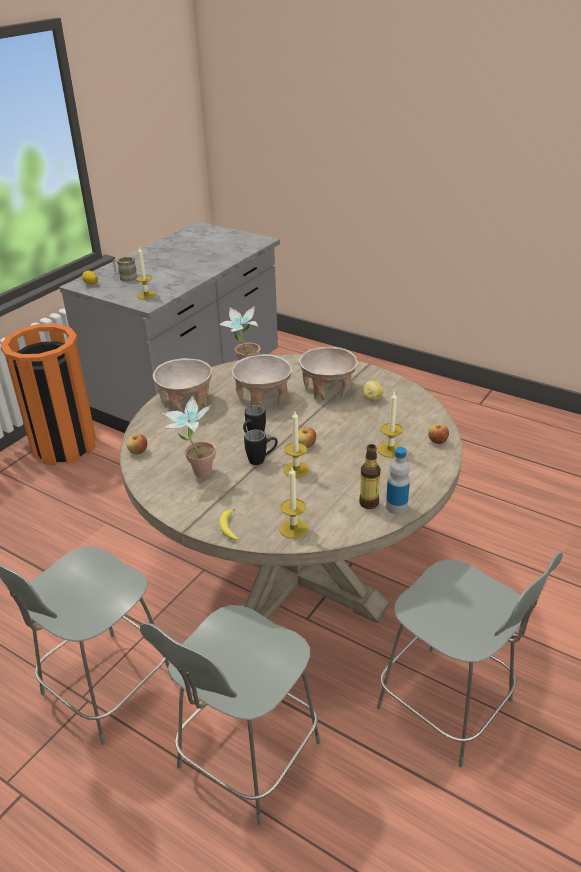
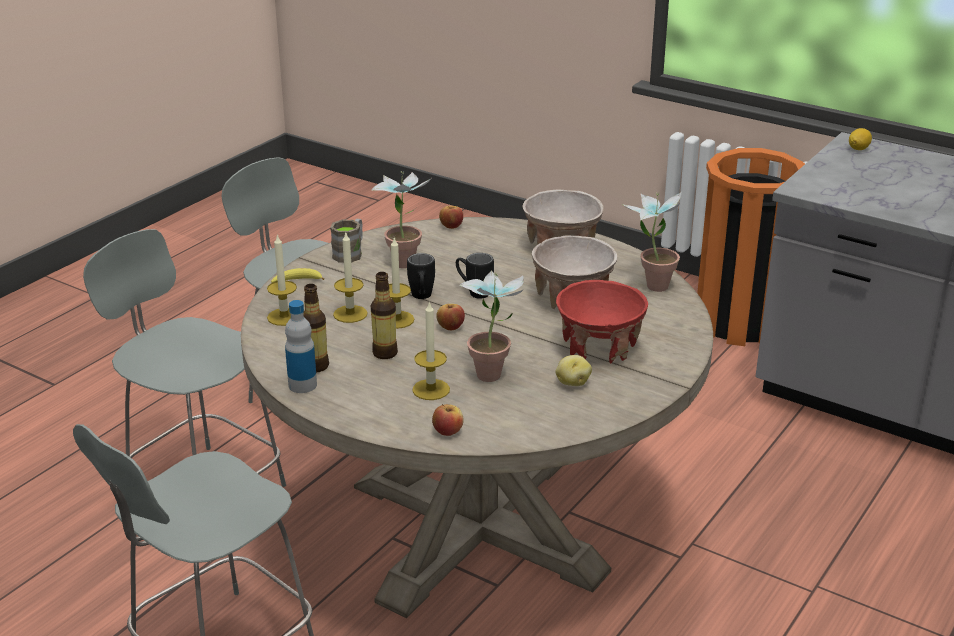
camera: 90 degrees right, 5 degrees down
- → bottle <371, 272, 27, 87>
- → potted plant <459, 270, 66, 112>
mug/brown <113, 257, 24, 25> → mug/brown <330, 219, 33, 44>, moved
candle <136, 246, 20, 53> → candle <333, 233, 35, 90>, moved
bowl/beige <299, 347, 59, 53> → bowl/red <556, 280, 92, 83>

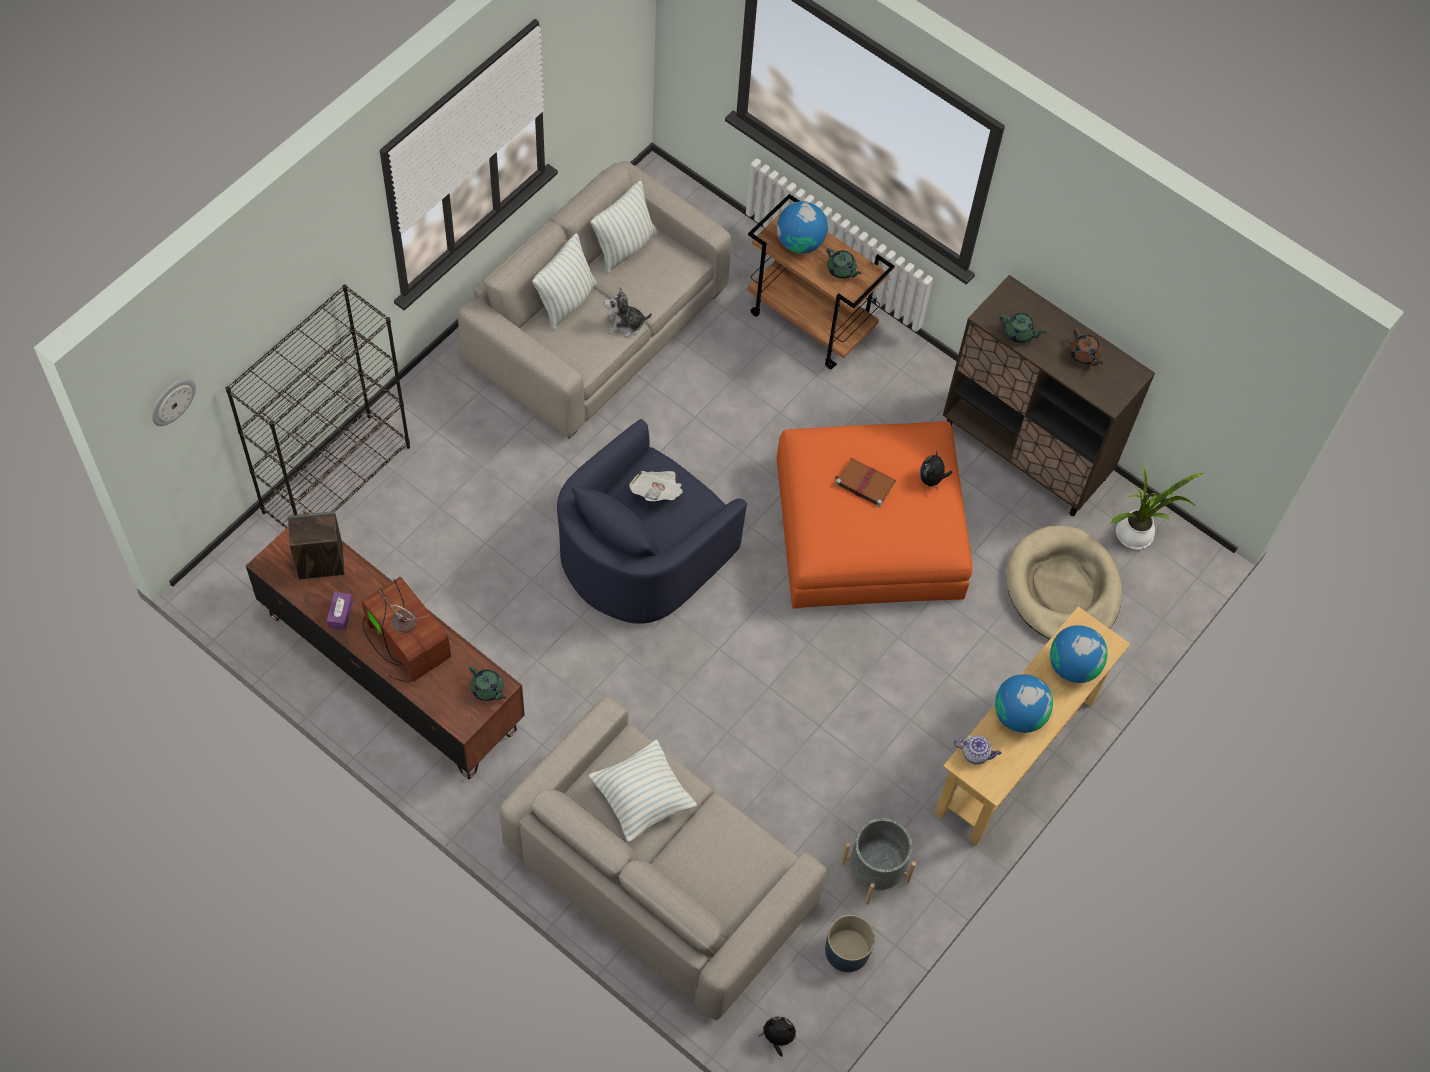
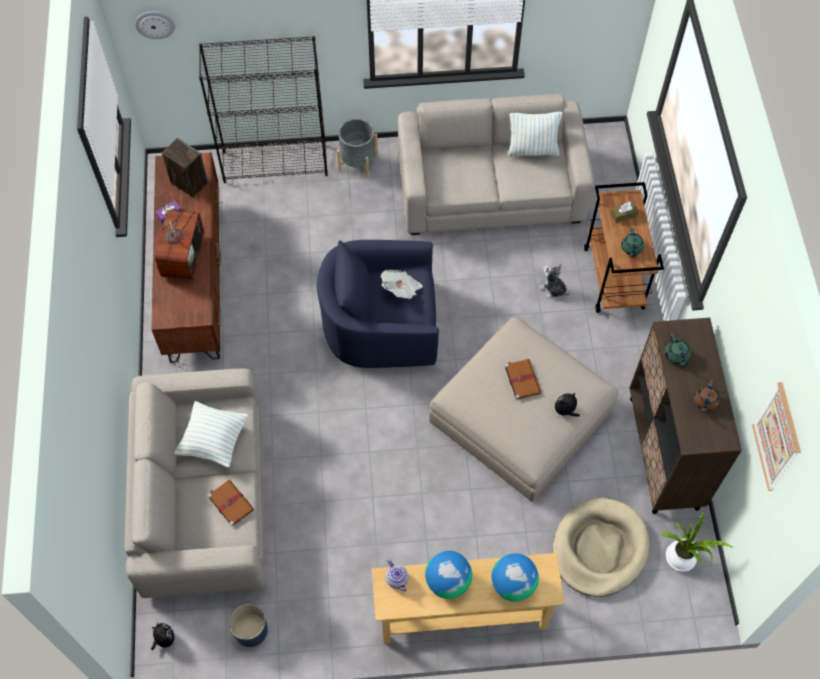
camera: 50 degrees right, 0 degrees up
teapot/green <469, 666, 37, 35> → -
pillow <532, 233, 65, 97> → -
- → book/brown <208, 480, 46, 47>
- → picture <752, 382, 49, 109>
plush toy <604, 286, 48, 51> → plush toy <538, 264, 31, 35>, moved
planter/grey <841, 818, 75, 87> → planter/grey <337, 118, 41, 60>, moved
globe <777, 201, 51, 53> → tissue box/brown <611, 201, 28, 22>
ottoman/orange <777, 421, 196, 188> → ottoman/beige <429, 317, 190, 185>

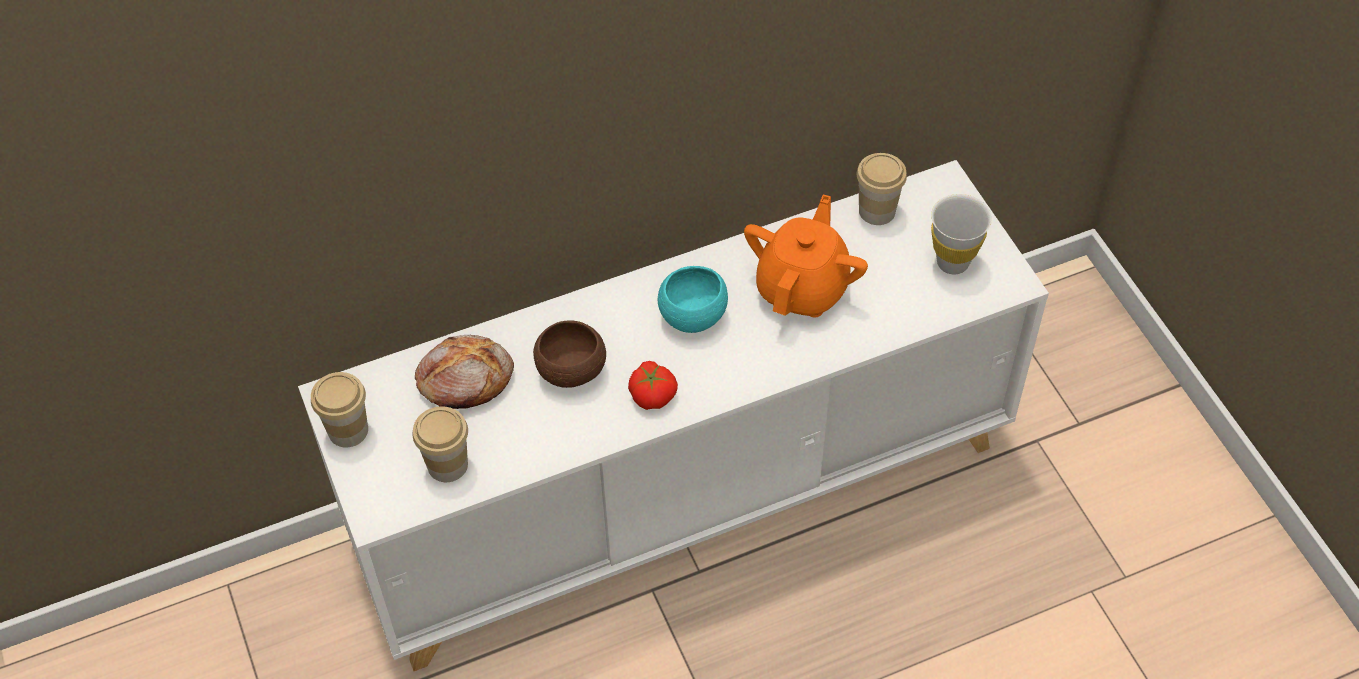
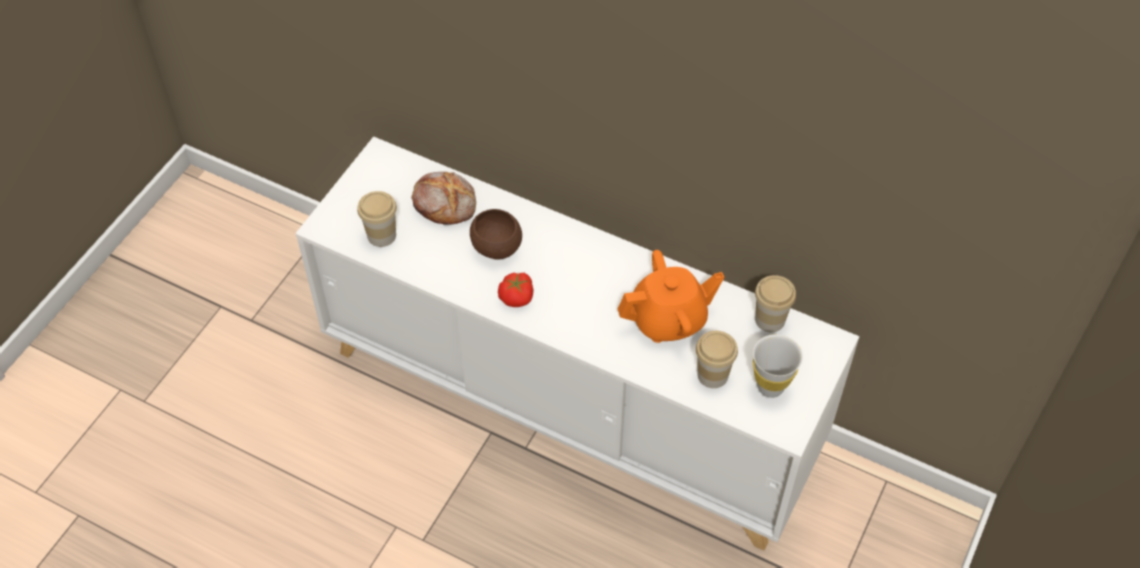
camera: 50 degrees right, 0 degrees up
bowl/turquoise <658, 266, 70, 67> → -
cup <311, 372, 57, 76> → cup <696, 331, 42, 57>, moved

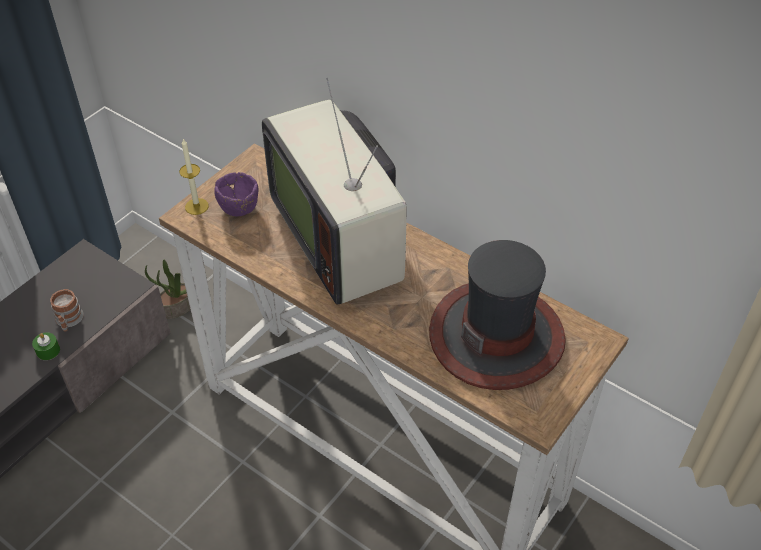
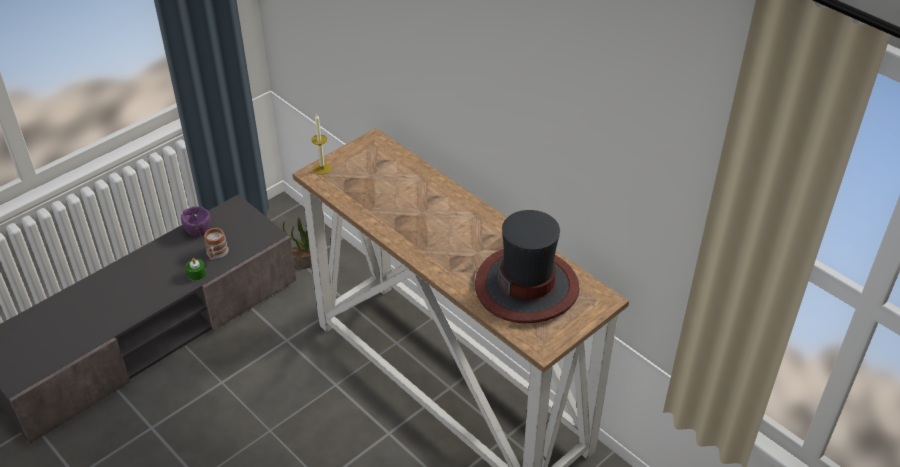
camera: 10 degrees right, 5 degrees down
television <262, 78, 145, 226> → -
bowl/purple <214, 172, 44, 44> → bowl/purple <181, 206, 29, 30>, moved

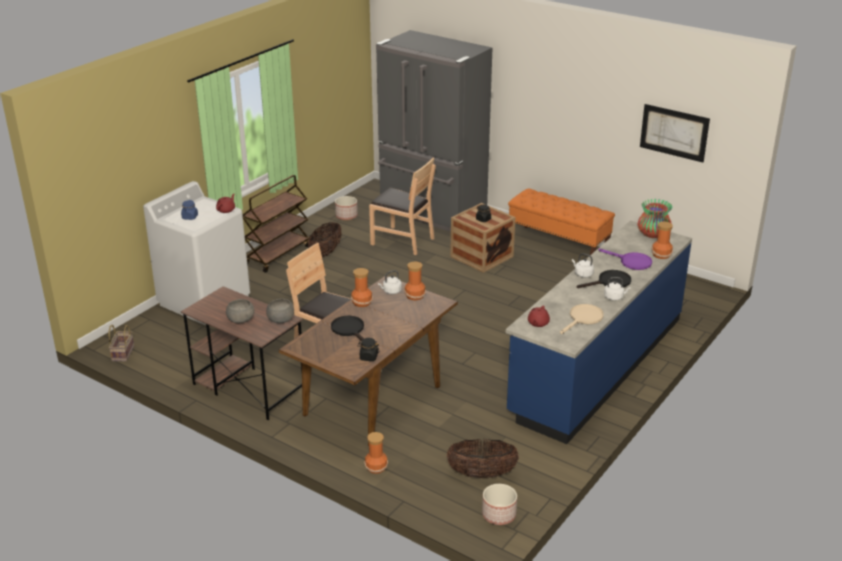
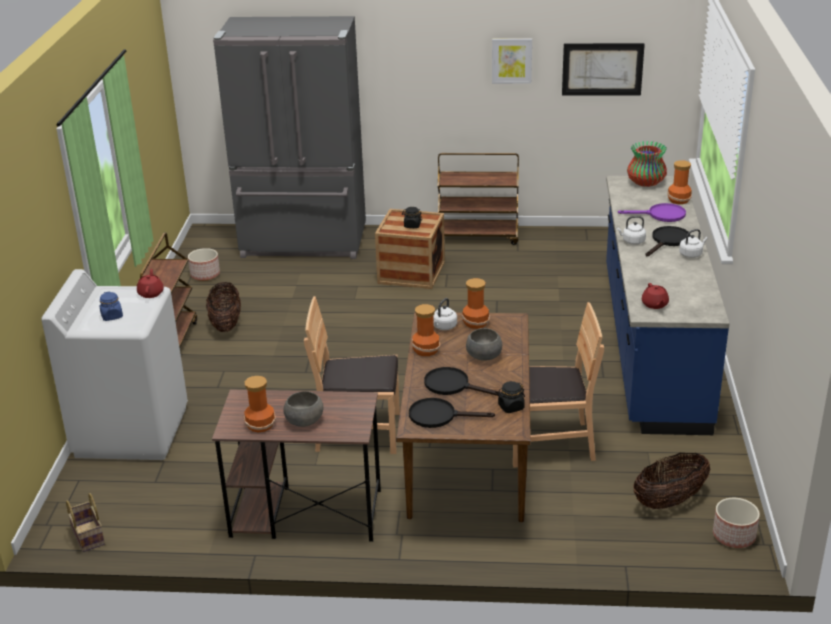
camera: 30 degrees left, 0 degrees up
frying pan/beige <560, 304, 44, 30> → -
- → frying pan/black <409, 398, 86, 30>
- → picture <492, 38, 40, 46>
bowl/grey <266, 299, 28, 24> → bowl/grey <466, 328, 36, 32>, moved
vase <364, 432, 24, 42> → vase <244, 376, 32, 56>, moved
chair/brown <369, 158, 67, 97> → chair/brown <513, 302, 91, 166>, moved
bench/orange <508, 189, 107, 66> → cart/brown <438, 153, 81, 92>

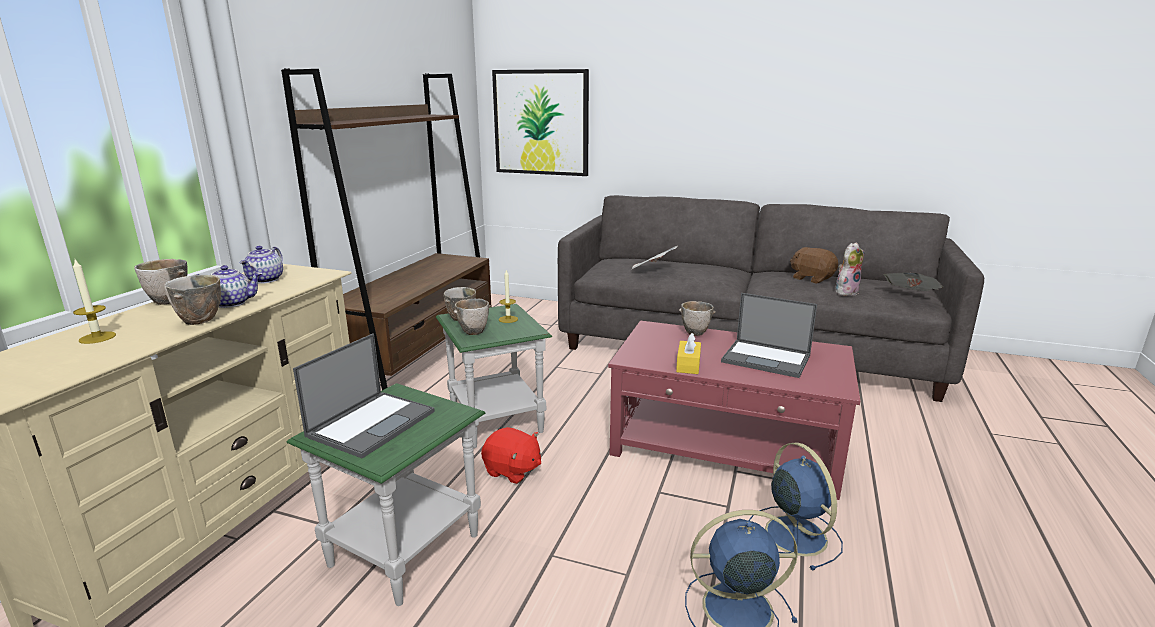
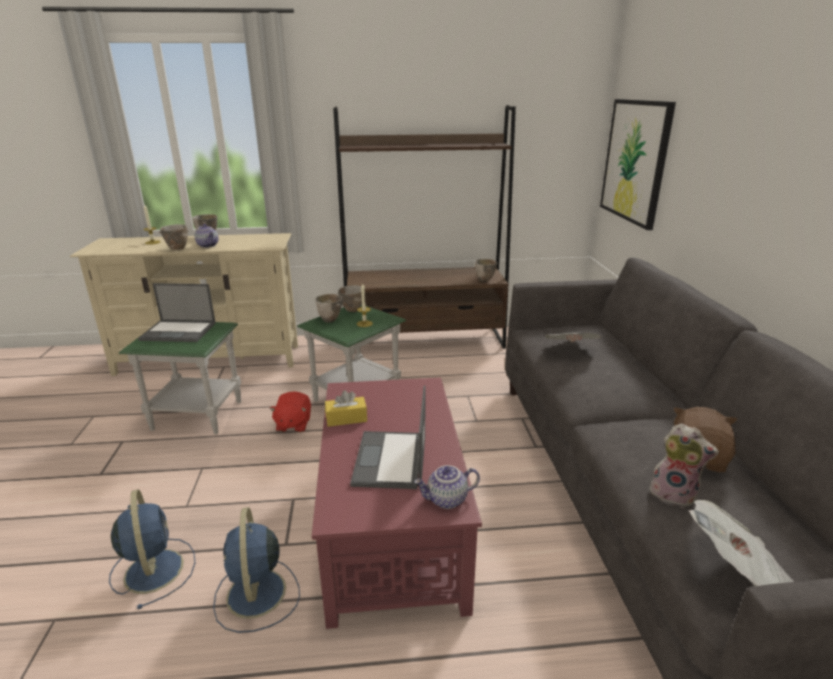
camera: 65 degrees right, 5 degrees up
teapot <239, 246, 44, 38> → teapot <414, 465, 66, 44>, moved
bowl <679, 301, 37, 35> → bowl <475, 259, 22, 23>, moved
fan/blue <748, 442, 95, 129> → fan/blue <213, 507, 87, 126>, 120 degrees clockwise

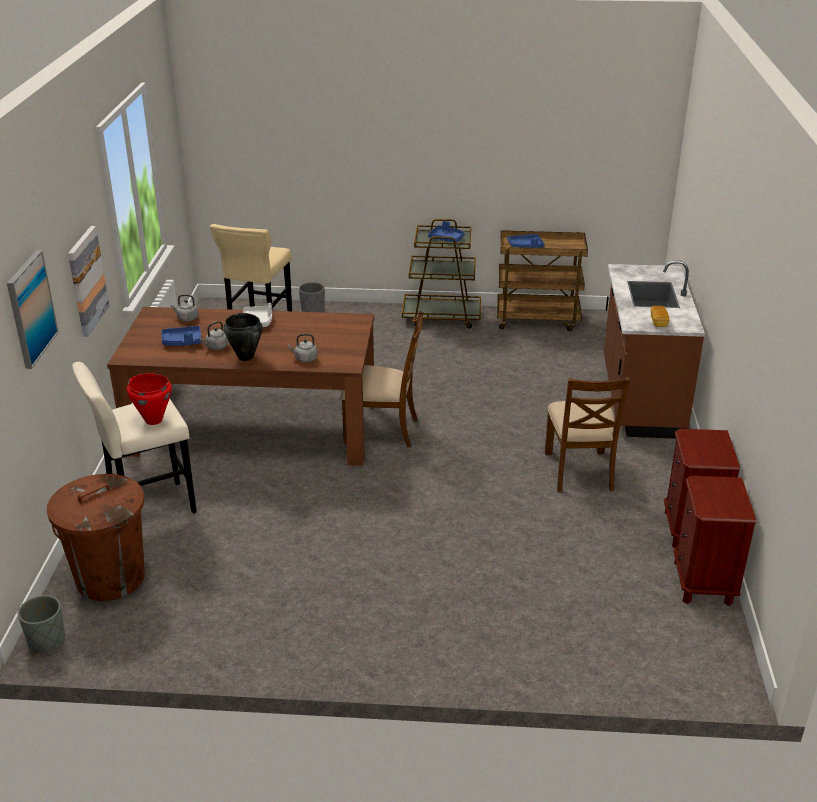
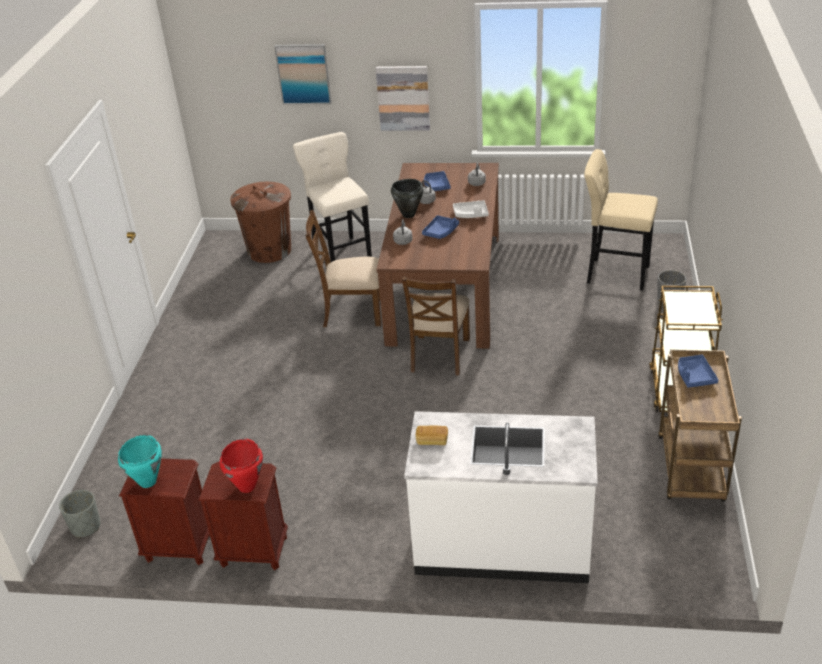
camera: 95 degrees right, 5 degrees up
- → cooking pot/turquoise <118, 435, 44, 53>
planter/grey <18, 595, 47, 58> → planter/grey <59, 490, 42, 47>, moved
cooking pot/red <127, 373, 45, 52> → cooking pot/red <220, 439, 43, 54>, moved
tray/blue <428, 221, 36, 22> → tray/blue <422, 215, 37, 24>, moved
chair/brown <545, 377, 85, 115> → chair/brown <306, 210, 75, 117>, moved
counter/brown <604, 260, 101, 179> → counter/white <404, 411, 194, 172>

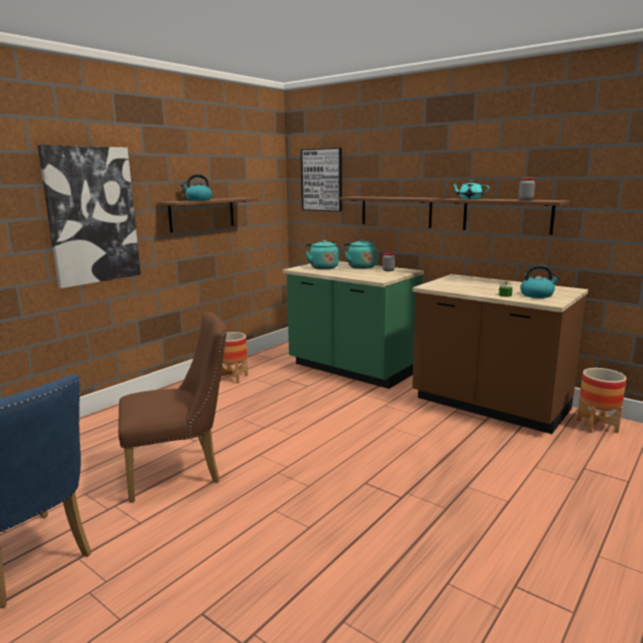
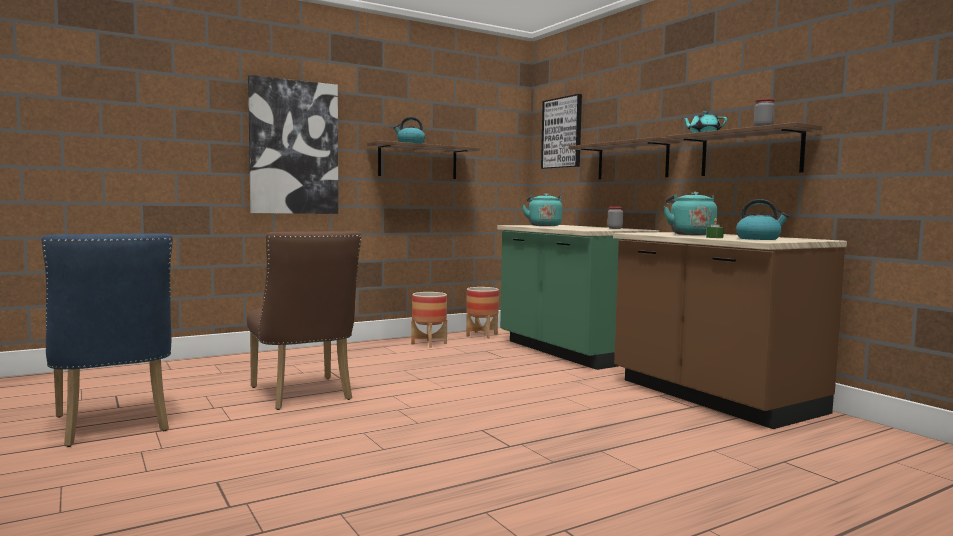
camera: 20 degrees right, 10 degrees down
kettle/turquoise <343, 239, 34, 30> → kettle/turquoise <664, 192, 53, 43>, moved
planter <577, 368, 50, 65> → planter <466, 287, 33, 52>, moved
chair/brown <118, 312, 108, 191> → chair/brown <247, 231, 114, 179>, 60 degrees clockwise

